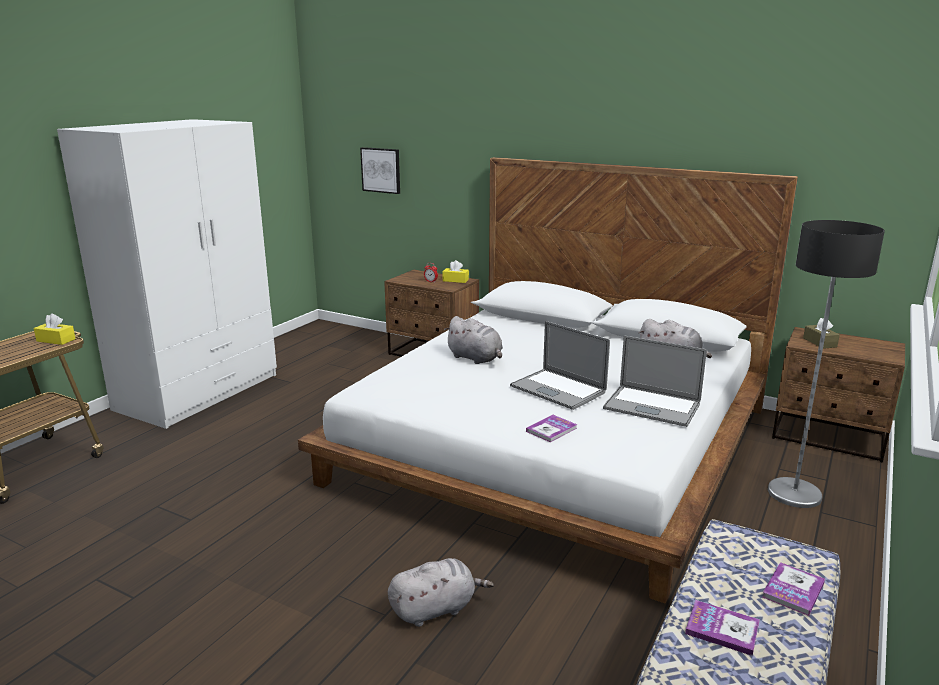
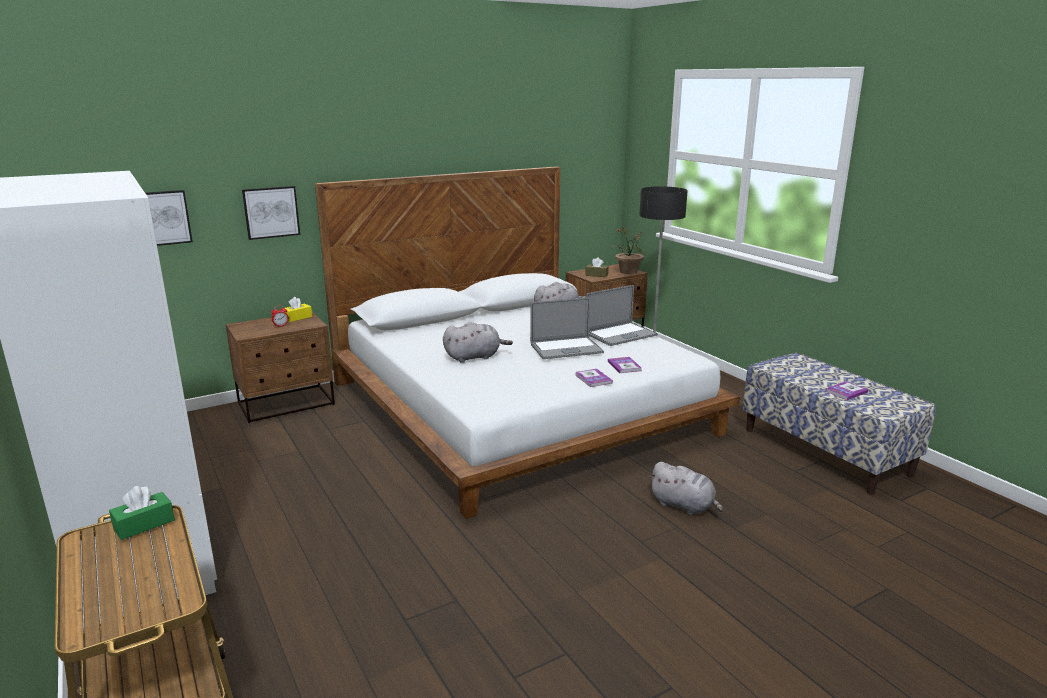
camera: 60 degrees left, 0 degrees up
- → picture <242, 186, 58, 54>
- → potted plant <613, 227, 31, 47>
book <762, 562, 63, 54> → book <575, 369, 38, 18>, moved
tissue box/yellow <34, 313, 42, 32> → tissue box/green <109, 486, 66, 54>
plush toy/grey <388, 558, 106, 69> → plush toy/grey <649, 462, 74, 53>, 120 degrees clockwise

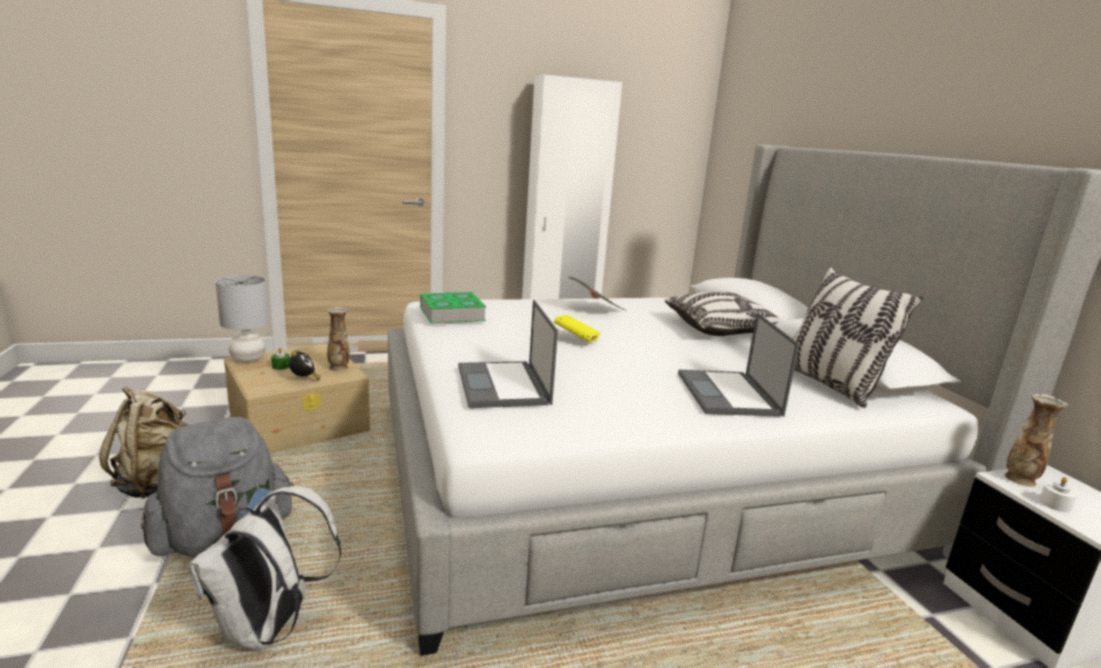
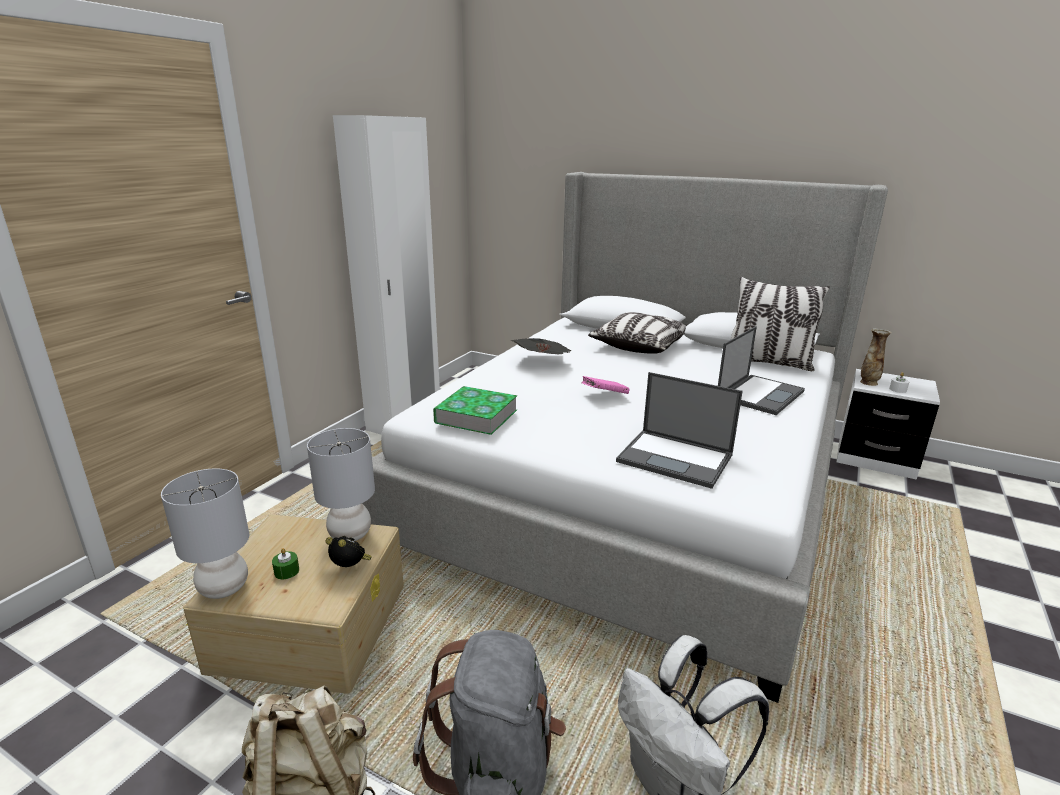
camera: 45 degrees left, 5 degrees up
vase <327, 307, 23, 64> → table lamp/grey <307, 428, 68, 113>
book/yellow <554, 315, 47, 27> → book/pink <581, 376, 48, 18>
laptop <678, 313, 121, 104> → laptop <718, 326, 87, 89>, 90 degrees counterclockwise

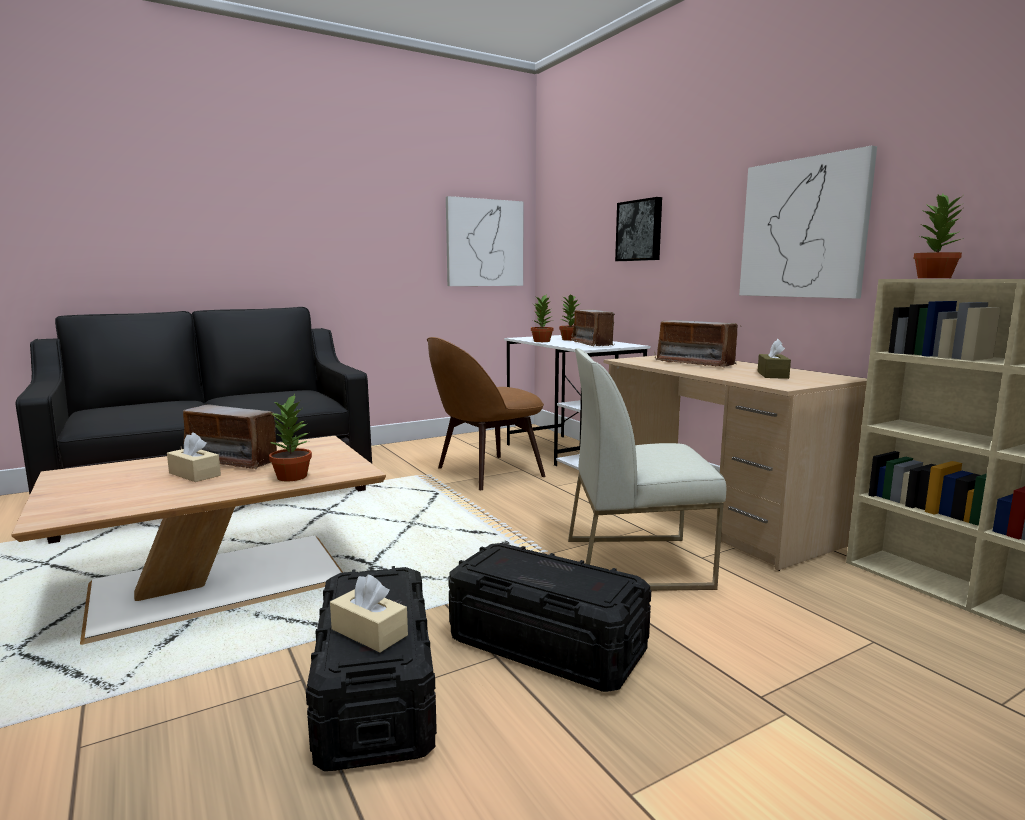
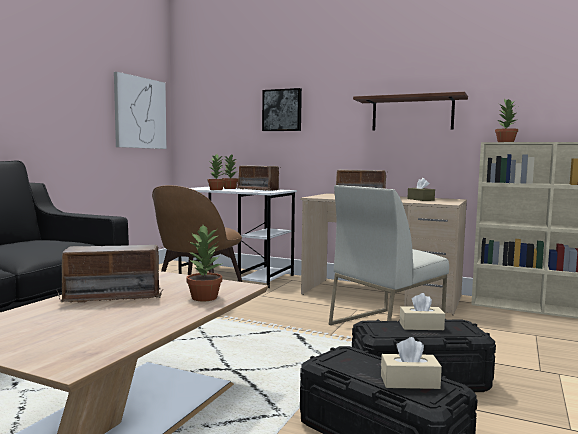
camera: 35 degrees left, 5 degrees down
tissue box/beige <167, 432, 54, 50> → tissue box/beige <400, 293, 45, 37>, moved
picture <739, 146, 138, 153> → shelf/brown <353, 92, 115, 39>

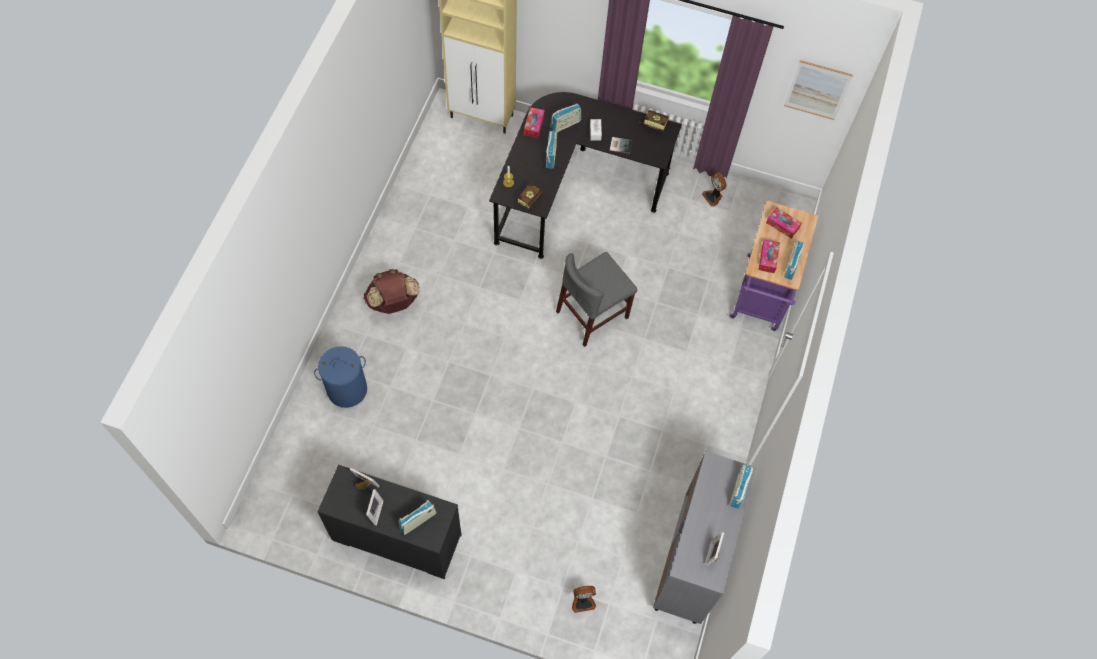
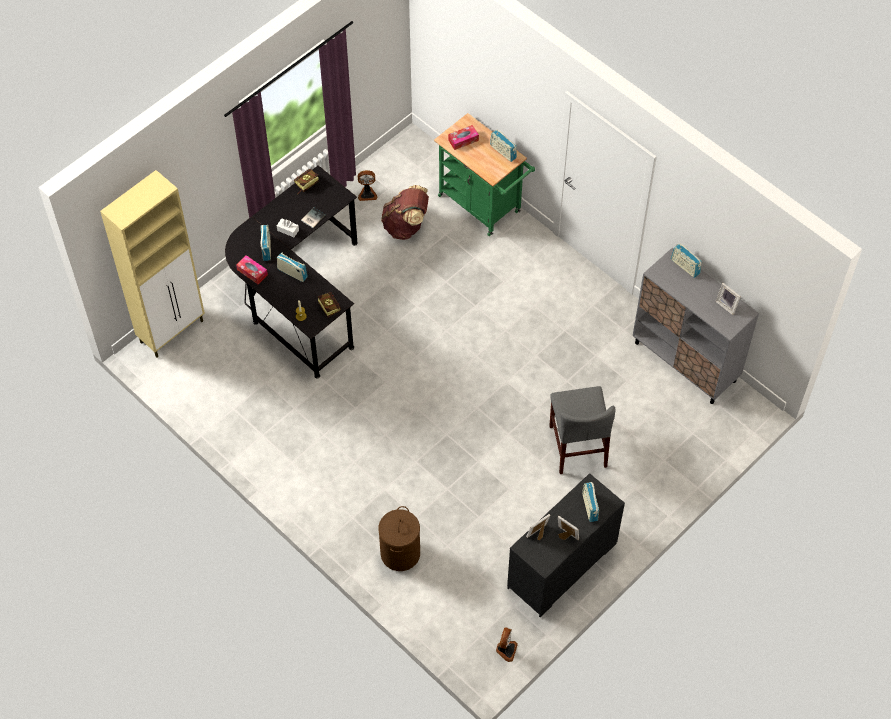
camera: 60 degrees left, 5 degrees down
tissue box <758, 239, 22, 34> → -
picture <784, 60, 69, 60> → -
backpack/brown <364, 269, 56, 45> → backpack/brown <381, 185, 48, 55>, moved
chair/grey <556, 252, 81, 95> → chair/grey <549, 386, 67, 88>, moved
fan <572, 586, 24, 27> → fan <496, 627, 22, 35>, moved
laundry basket/blue <314, 346, 53, 62> → laundry basket/brown <378, 506, 42, 65>
cart/purple <730, 201, 88, 130> → cart/green <434, 113, 101, 123>

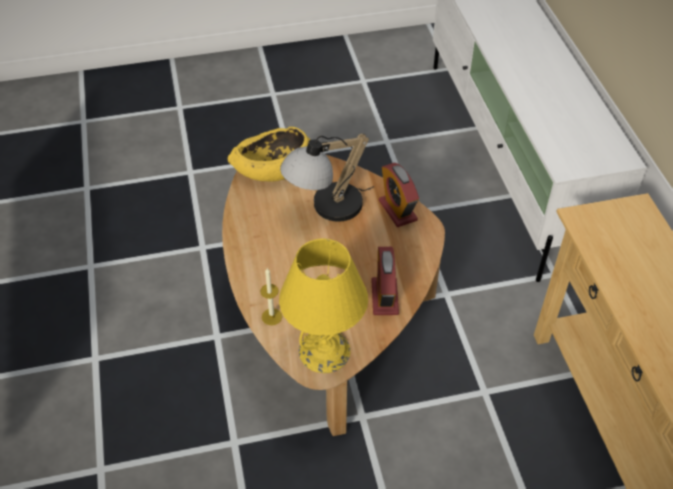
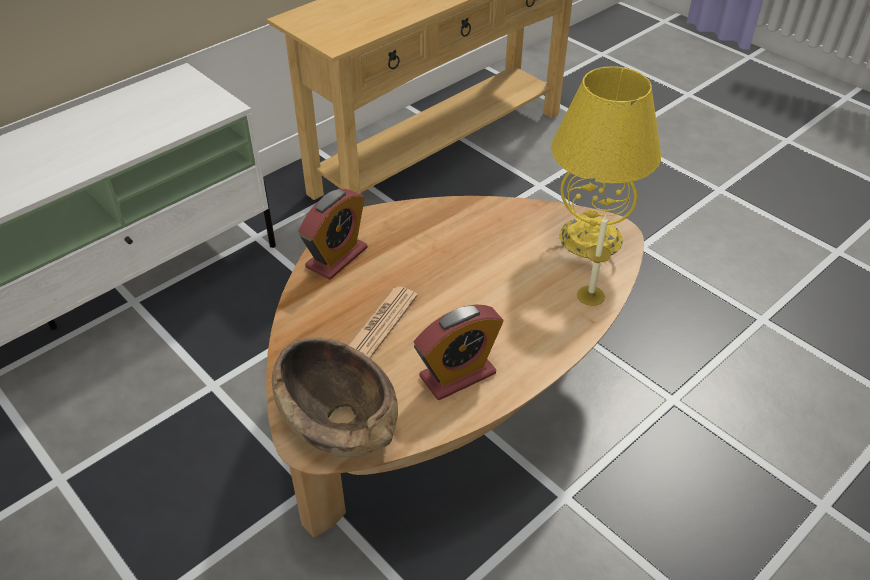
camera: 120 degrees left, 5 degrees down
alarm clock <371, 247, 28, 68> → alarm clock <414, 304, 90, 96>, moved
table lamp <280, 134, 94, 88> → newspaper <349, 287, 69, 71>
bowl/yellow <228, 127, 83, 55> → bowl/brown <272, 337, 126, 120>

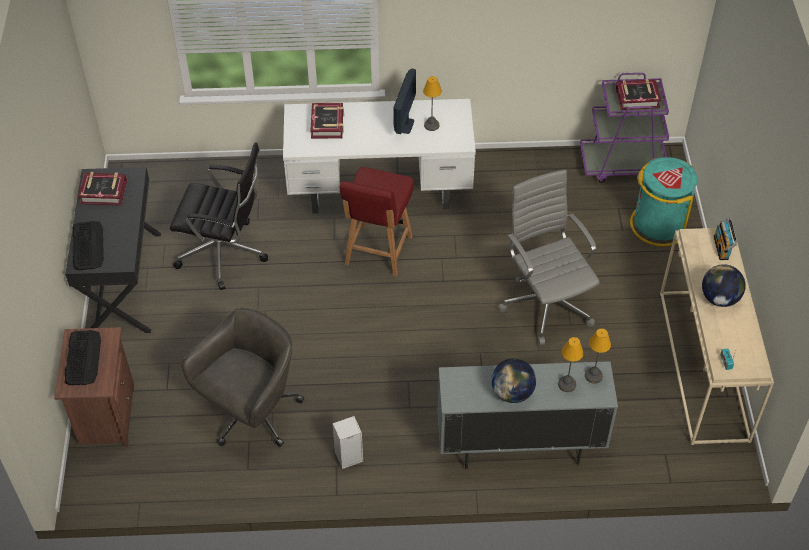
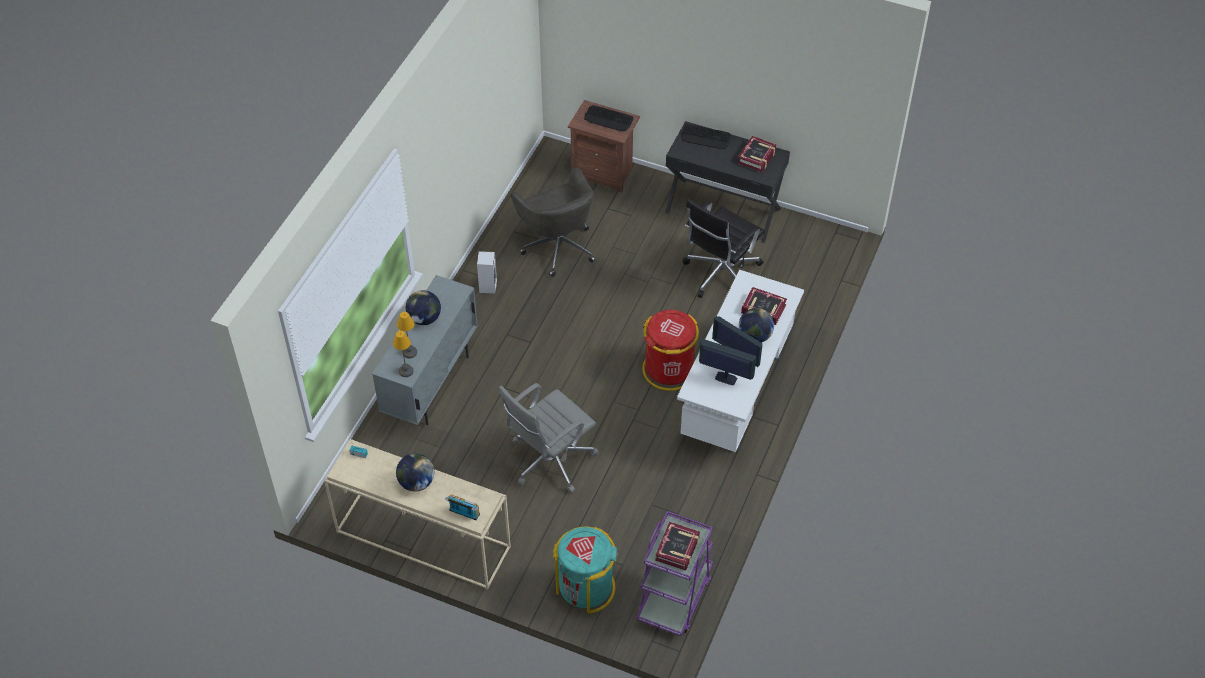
camera: 115 degrees right, 0 degrees up
- → globe <739, 308, 35, 35>
chair/red <340, 167, 74, 109> → trash can/red <642, 310, 57, 81>
table lamp <423, 76, 19, 55> → monitor <699, 339, 58, 46>
office chair/grey <498, 169, 101, 176> → office chair/grey <499, 383, 100, 111>, 135 degrees clockwise

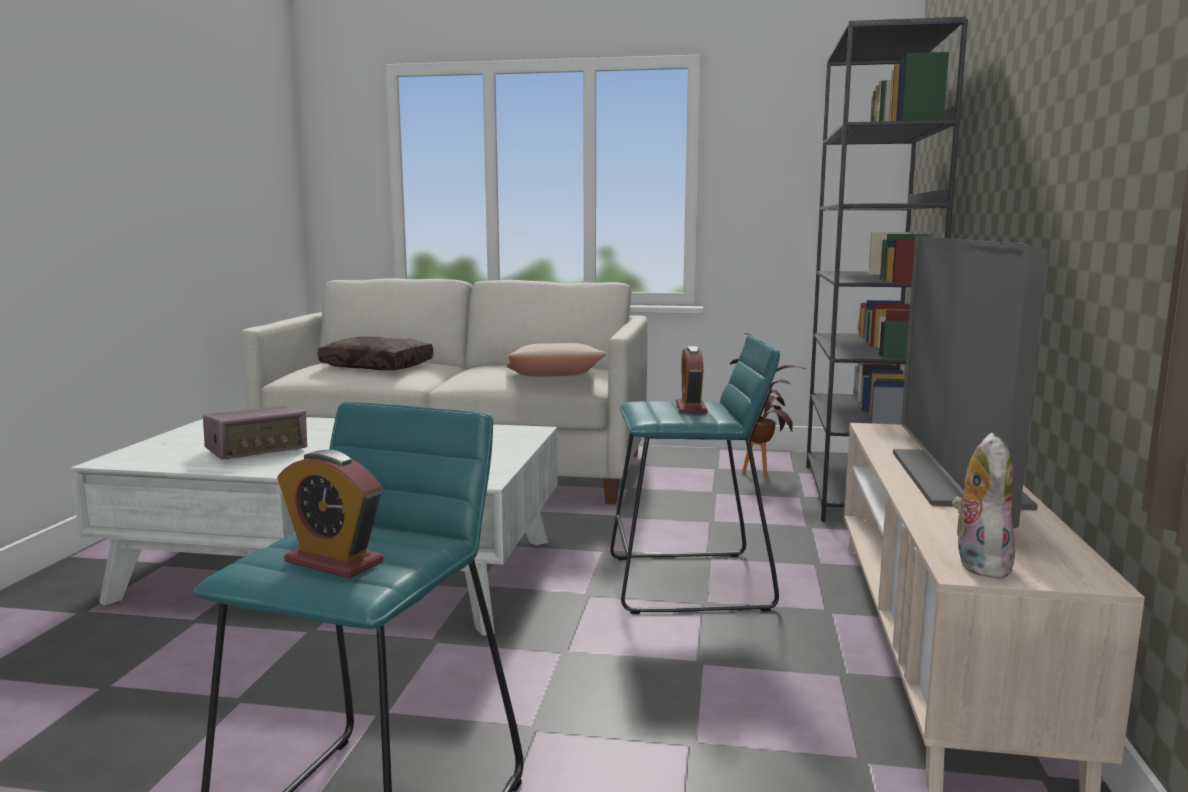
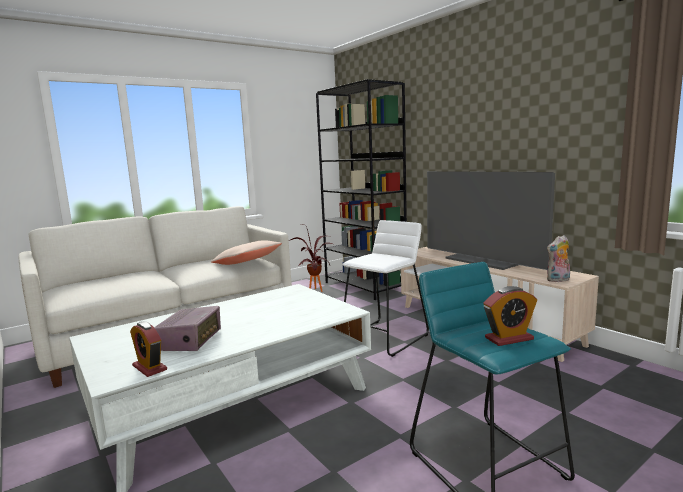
camera: 45 degrees left, 0 degrees up
pillow/brown <318, 337, 115, 33> → -
alarm clock <676, 346, 32, 68> → alarm clock <130, 321, 37, 56>, moved
stool/turquoise <610, 335, 170, 279> → stool/white <342, 220, 87, 137>
plush toy <952, 433, 63, 146> → plush toy <547, 235, 23, 47>, 75 degrees counterclockwise

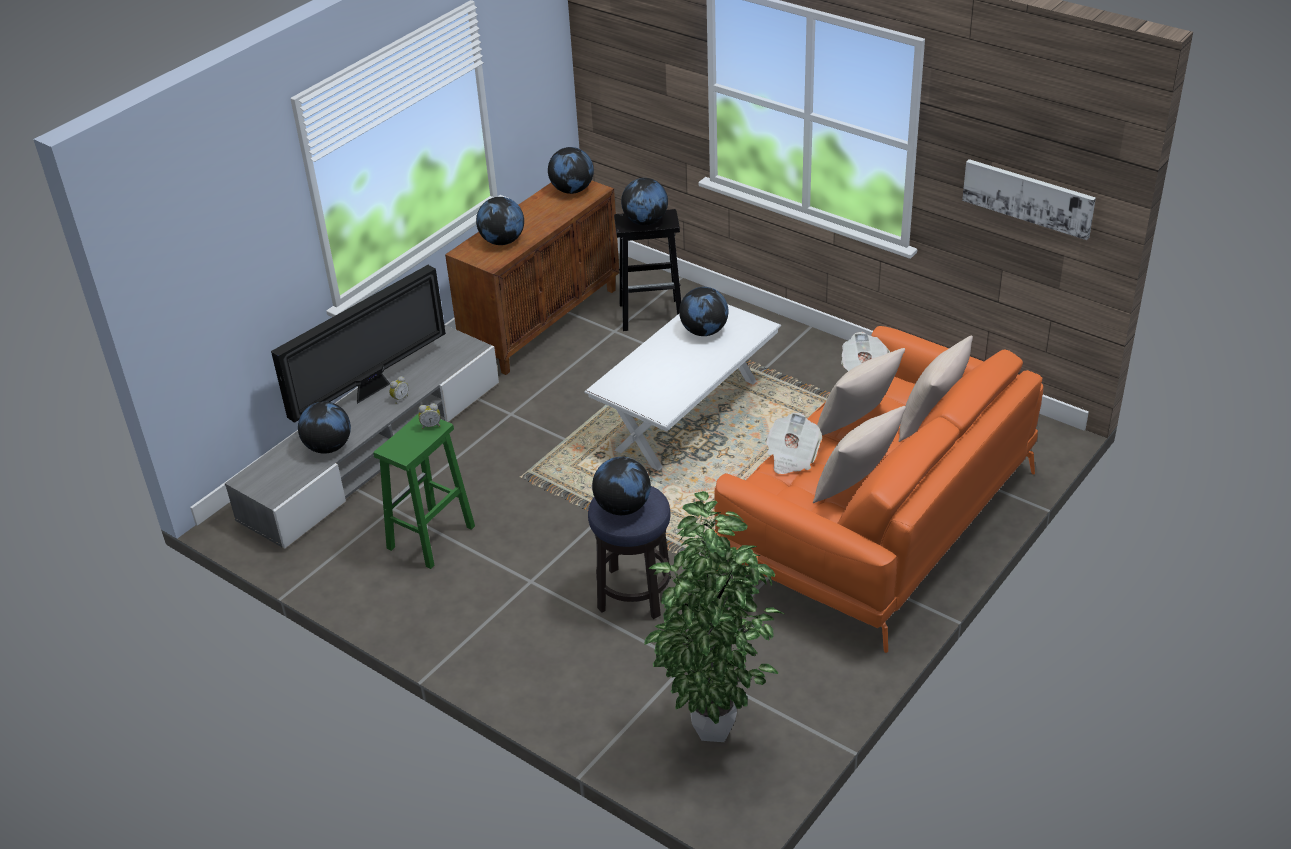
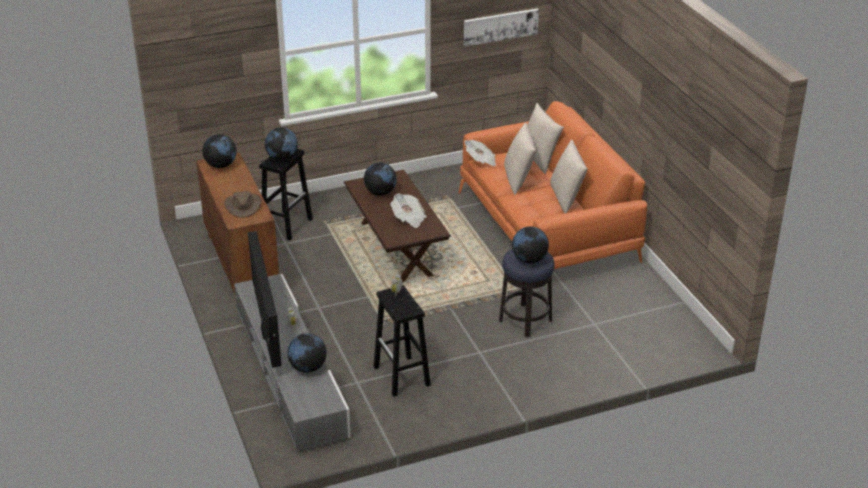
camera: 60 degrees left, 5 degrees down
potted plant <644, 491, 141, 251> → -
newspaper <765, 412, 57, 62> → newspaper <391, 193, 36, 35>, moved
globe <476, 197, 48, 48> → hat/brown <224, 191, 38, 27>
stool/green <373, 413, 102, 156> → stool/black <373, 285, 58, 112>
coffee table/white <584, 304, 197, 167> → coffee table/brown <344, 170, 107, 112>

